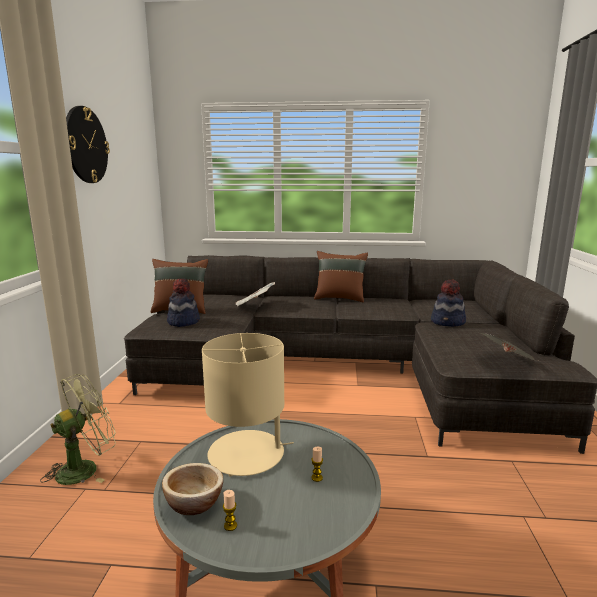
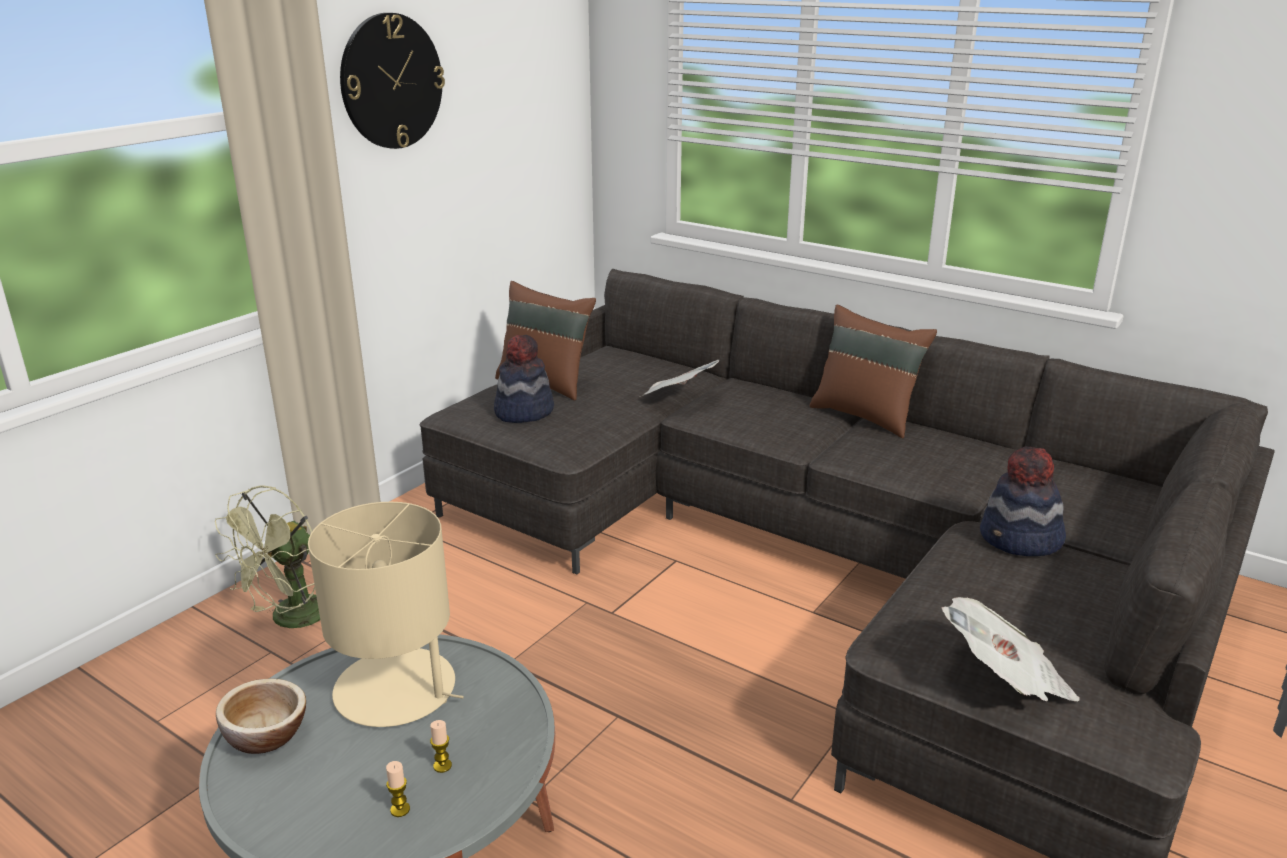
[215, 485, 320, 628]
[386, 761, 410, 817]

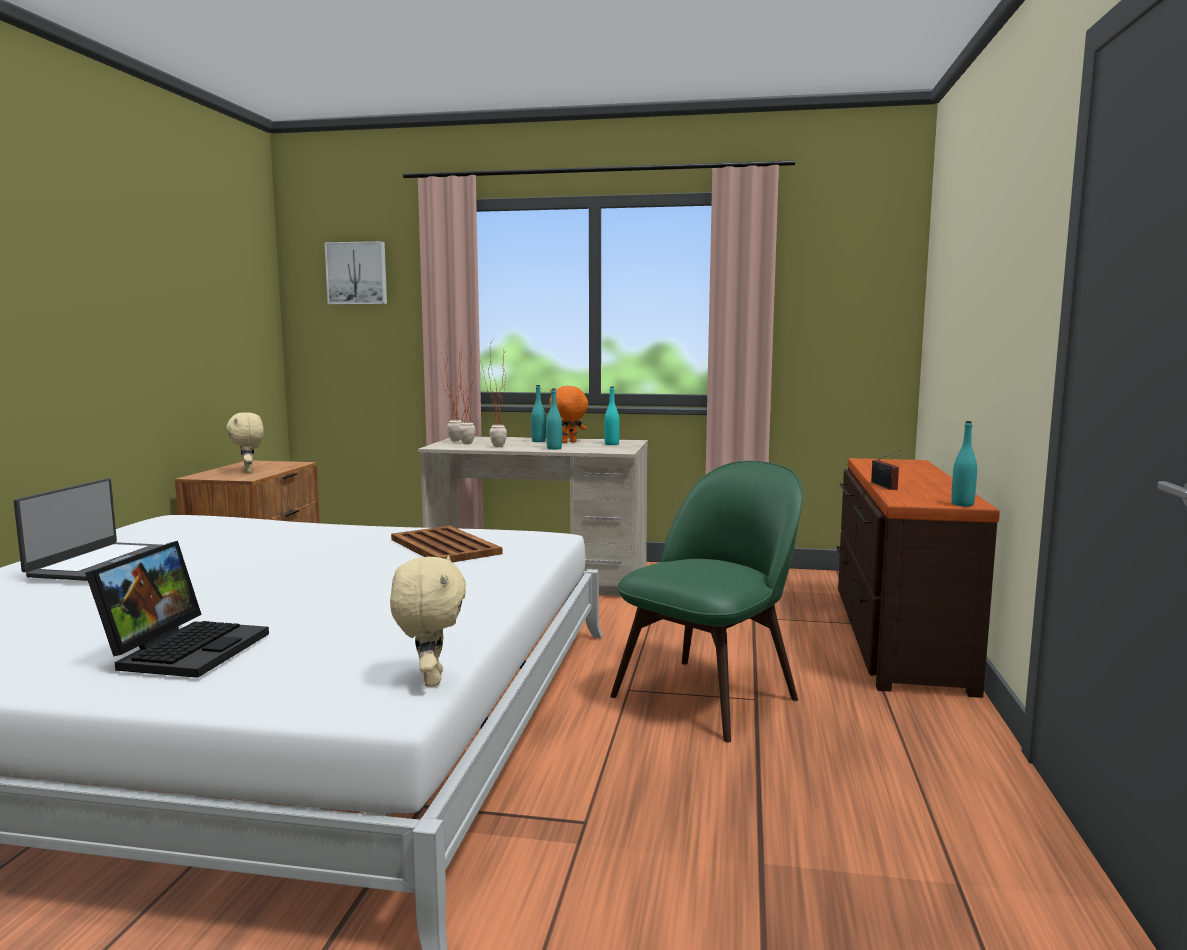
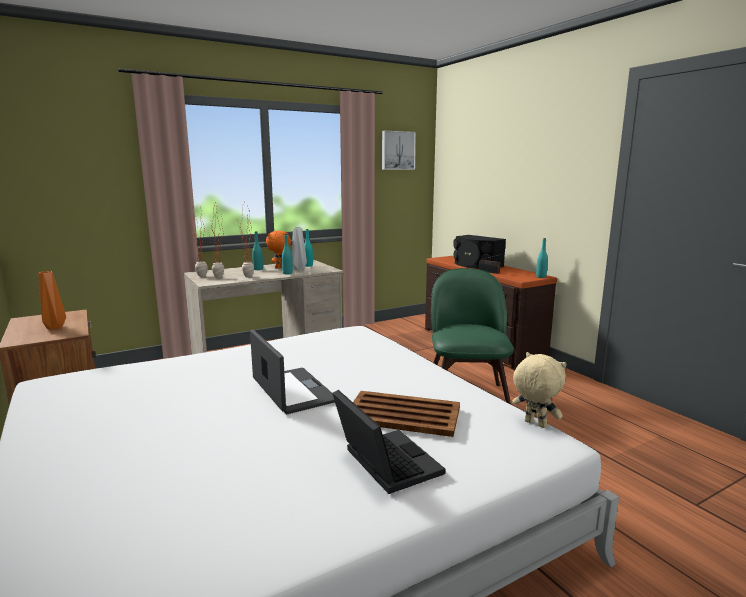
[38, 271, 66, 330]
[250, 329, 335, 414]
[292, 227, 307, 270]
[353, 391, 460, 437]
[382, 131, 416, 170]
[453, 235, 506, 269]

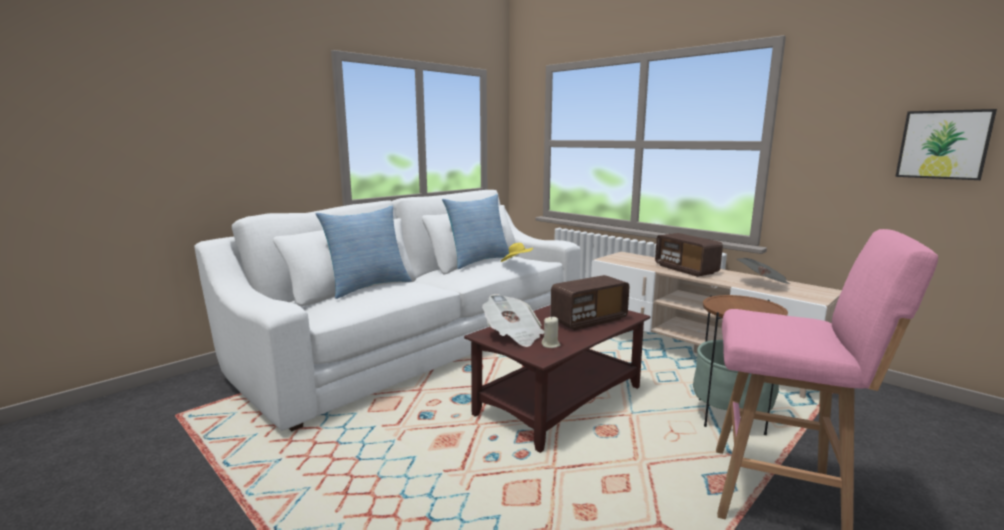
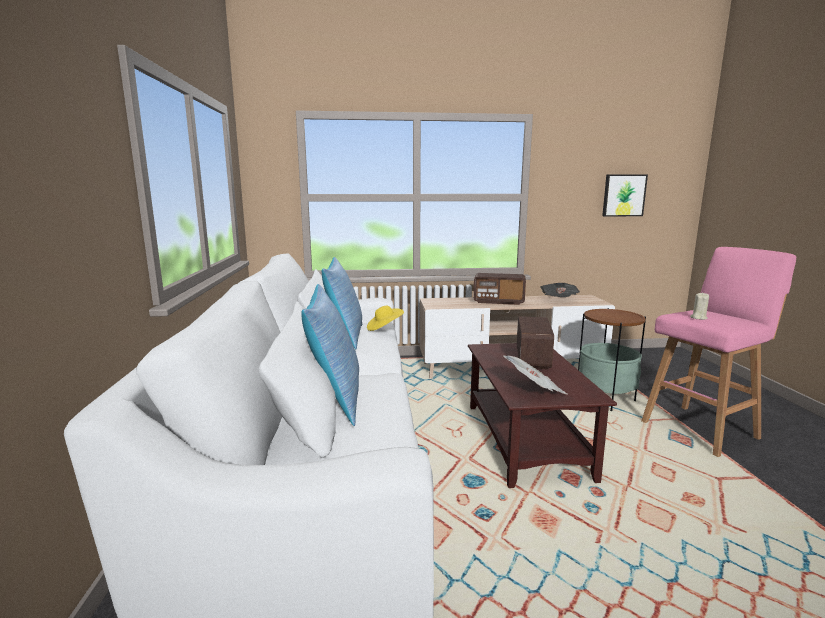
[690, 292, 709, 320]

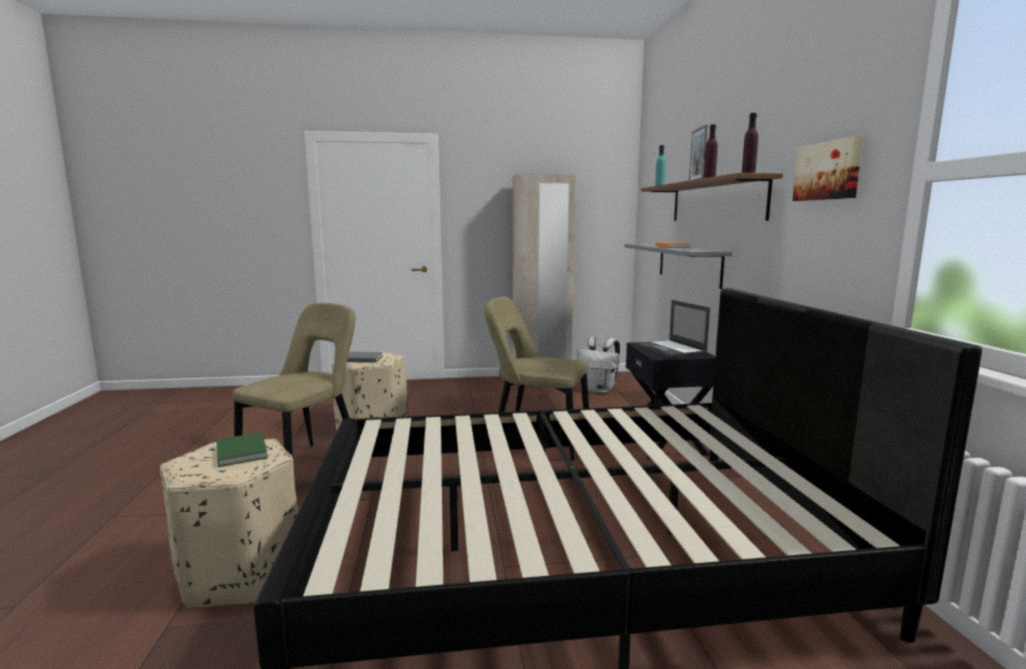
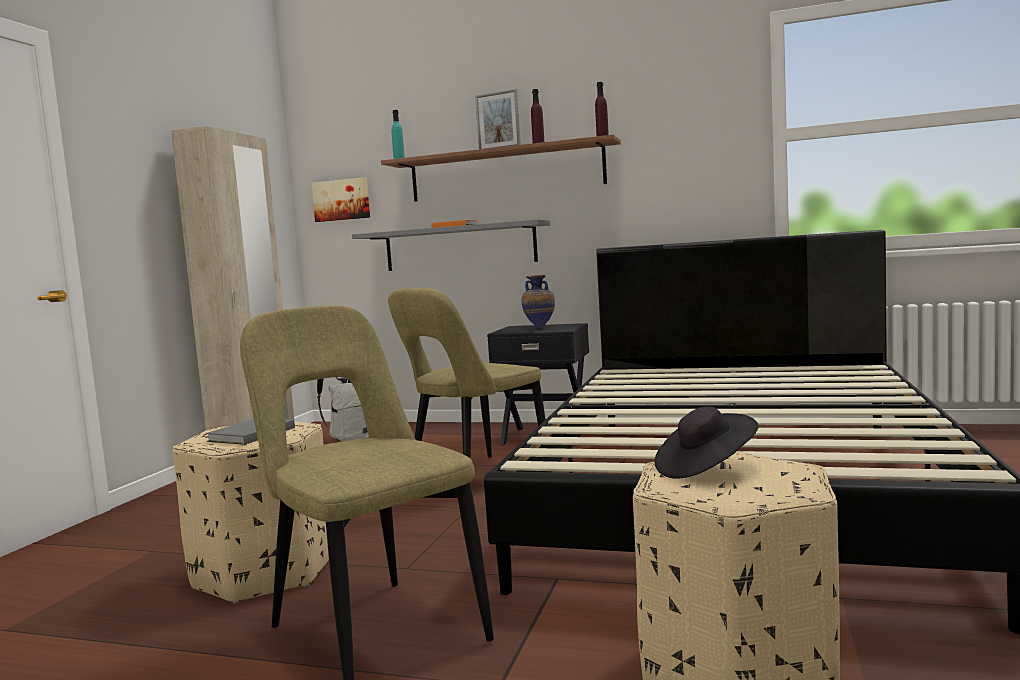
[311, 177, 370, 222]
[522, 275, 555, 329]
[655, 407, 759, 479]

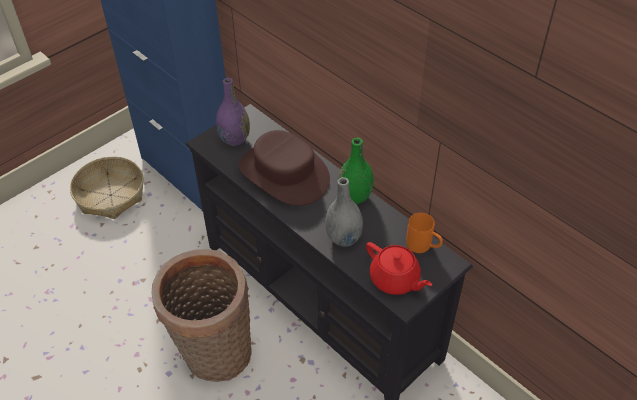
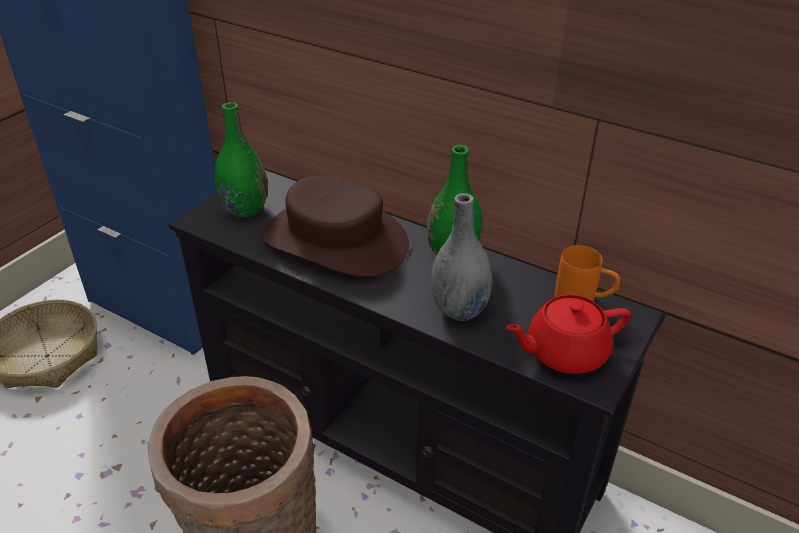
[215, 102, 268, 217]
[506, 295, 631, 374]

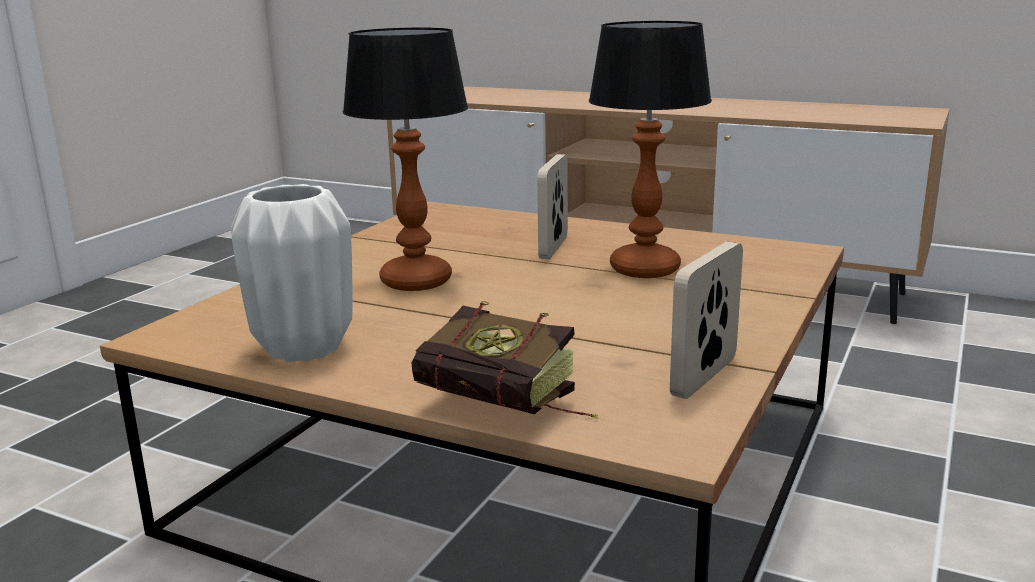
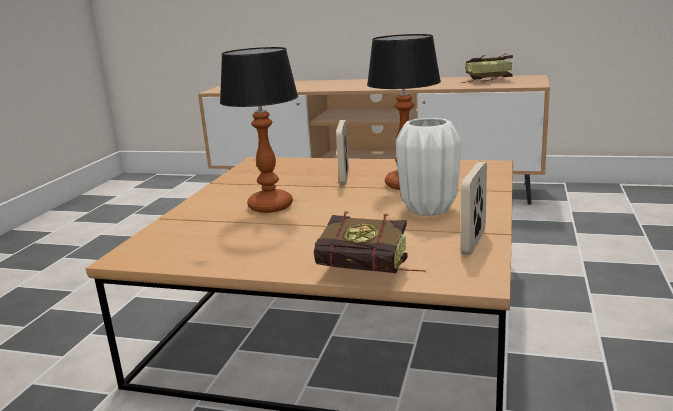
[396, 118, 461, 216]
[461, 53, 513, 83]

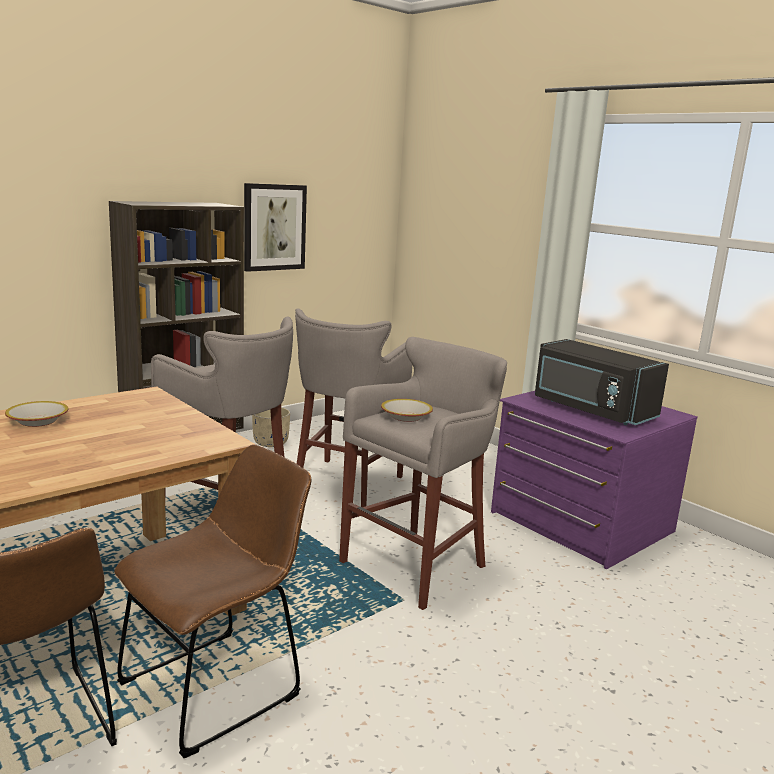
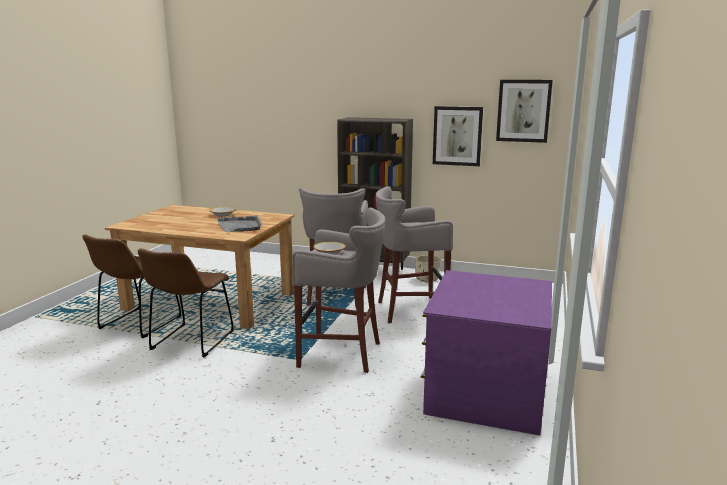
[138, 249, 234, 357]
[217, 215, 262, 232]
[496, 80, 553, 143]
[535, 339, 669, 425] (first image)

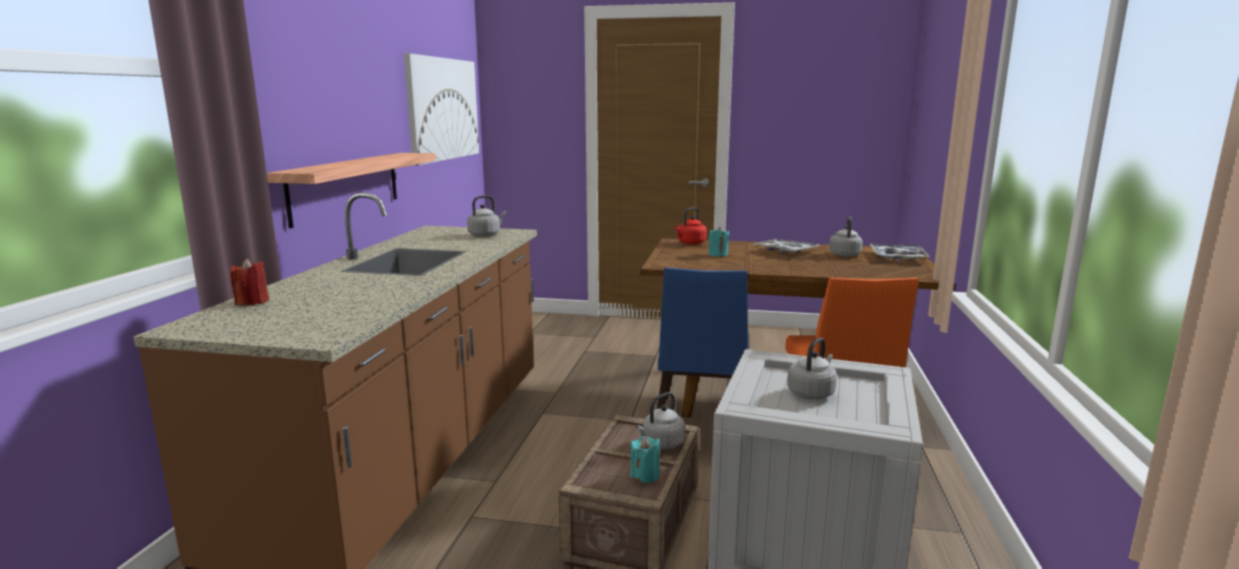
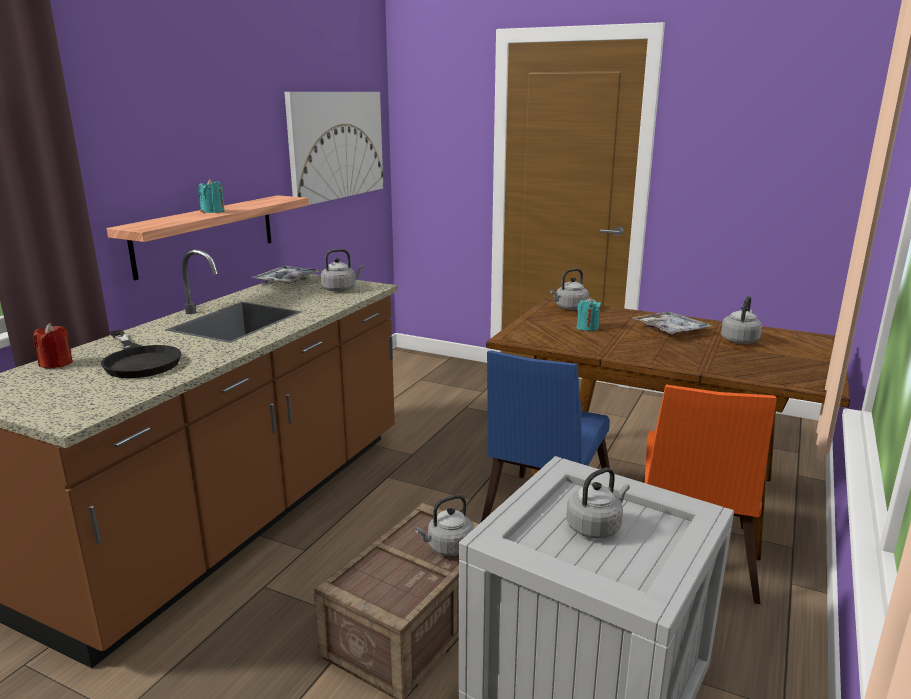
[101, 330, 182, 378]
[198, 179, 225, 213]
[251, 266, 321, 284]
[550, 268, 589, 310]

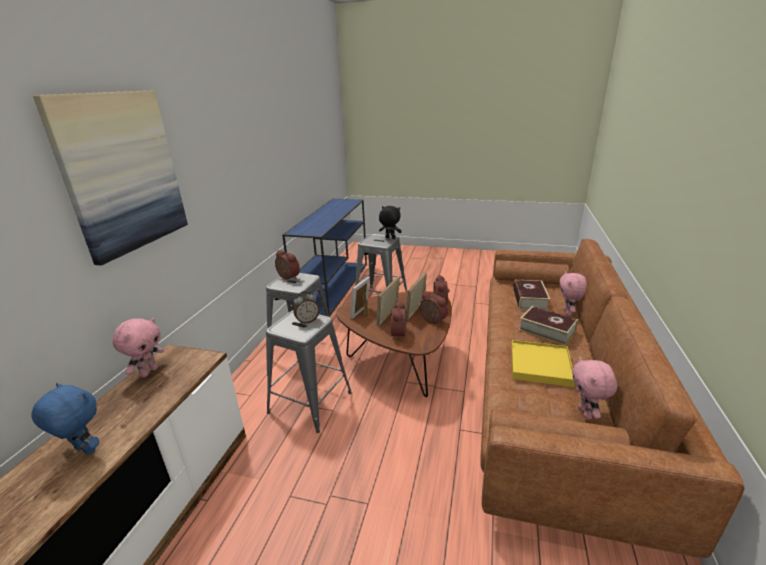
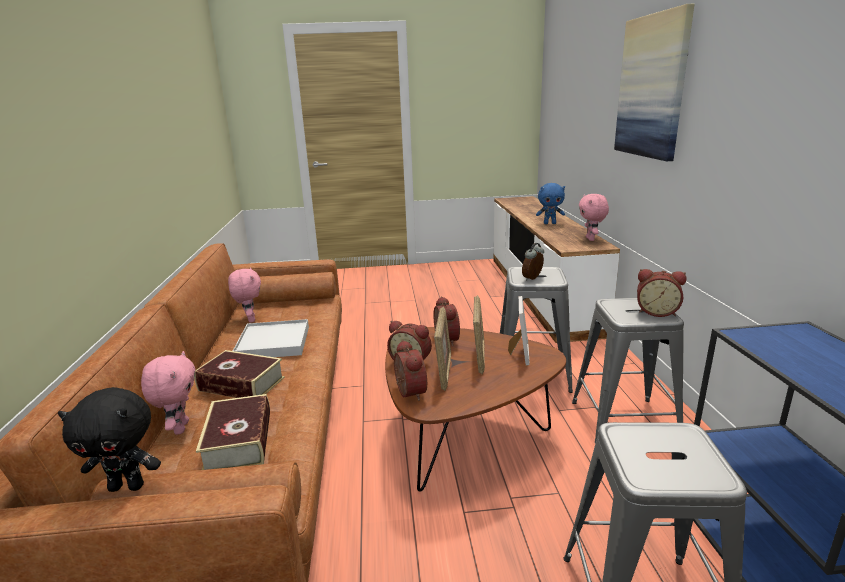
[58, 387, 161, 492]
[233, 319, 309, 357]

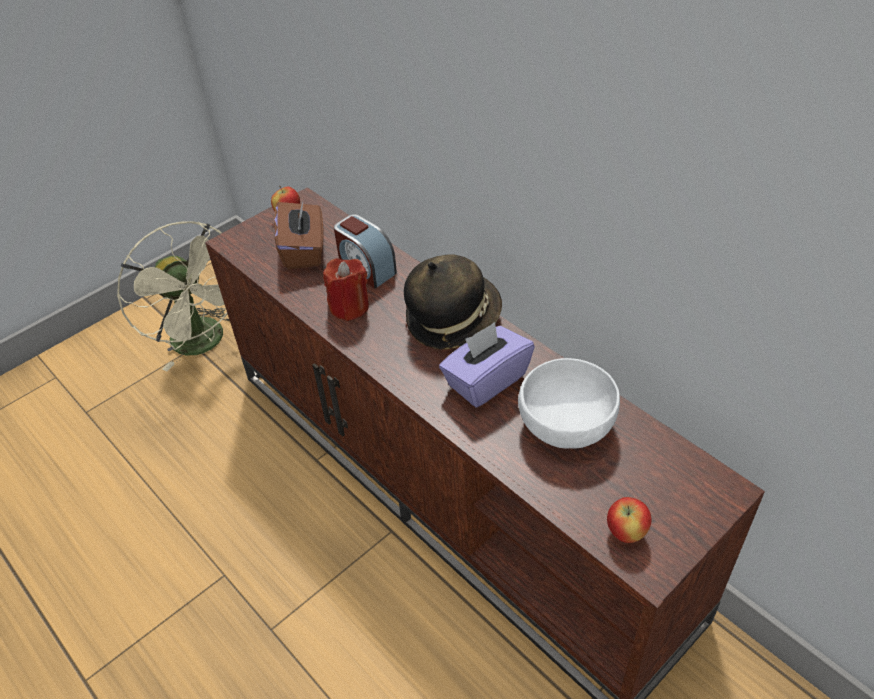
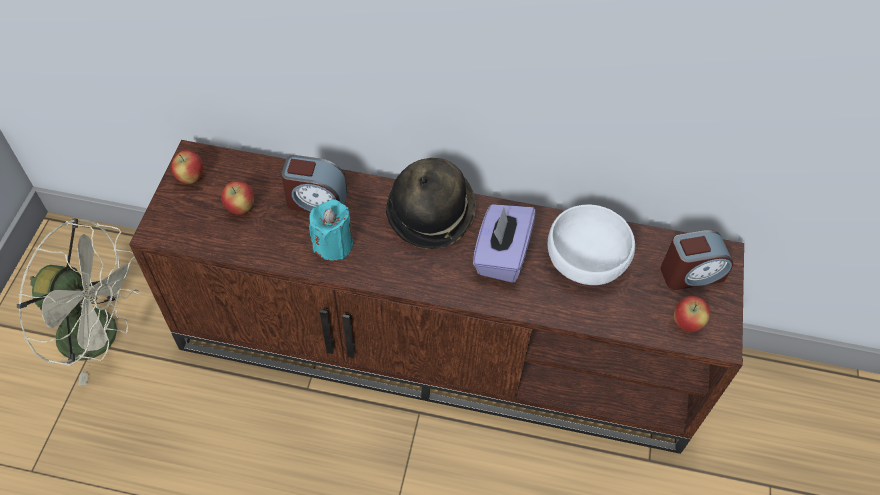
[221, 181, 254, 215]
[309, 199, 353, 261]
[661, 230, 733, 290]

